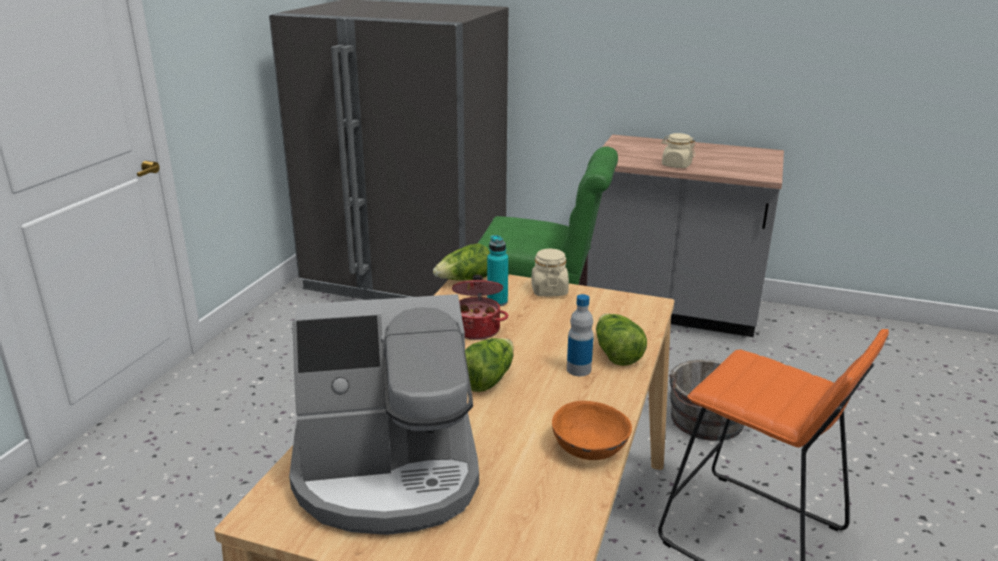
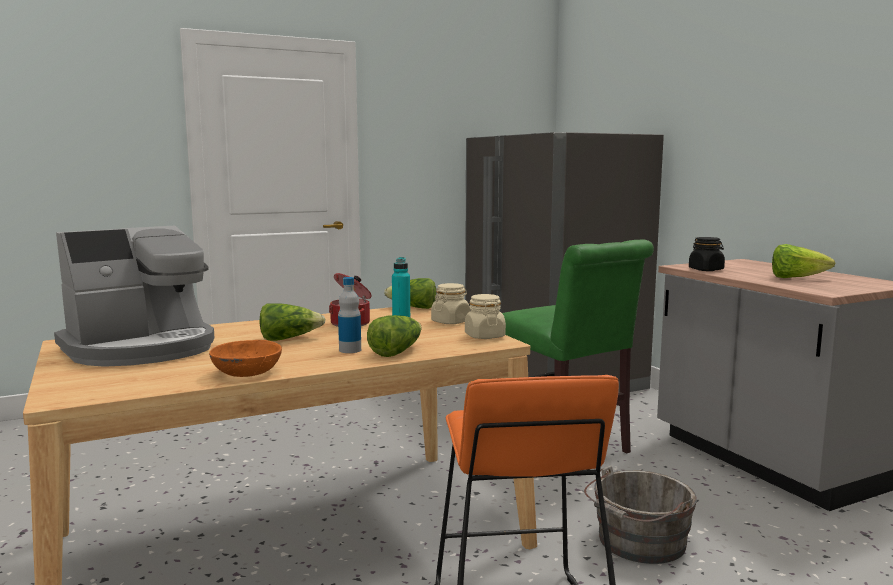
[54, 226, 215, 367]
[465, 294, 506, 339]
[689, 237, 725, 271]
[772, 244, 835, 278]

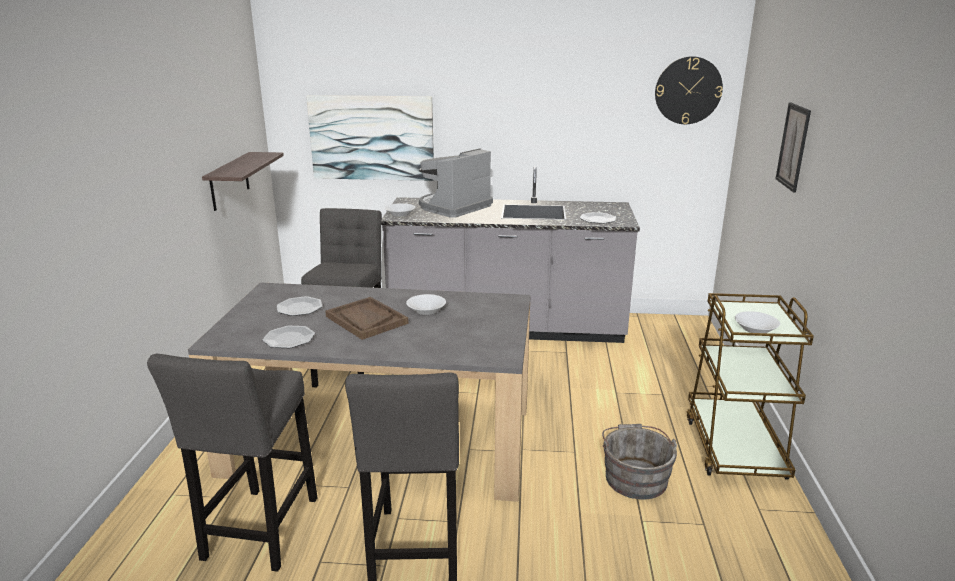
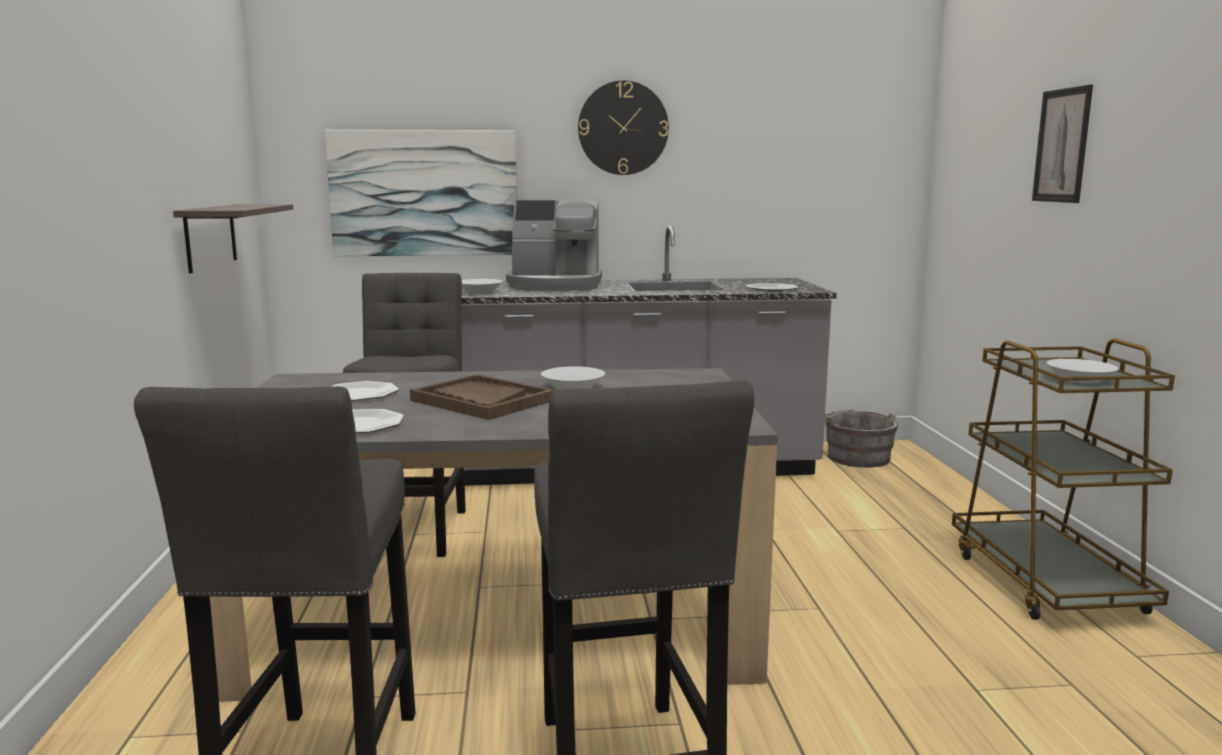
[506, 200, 602, 291]
[578, 80, 669, 175]
[825, 410, 898, 468]

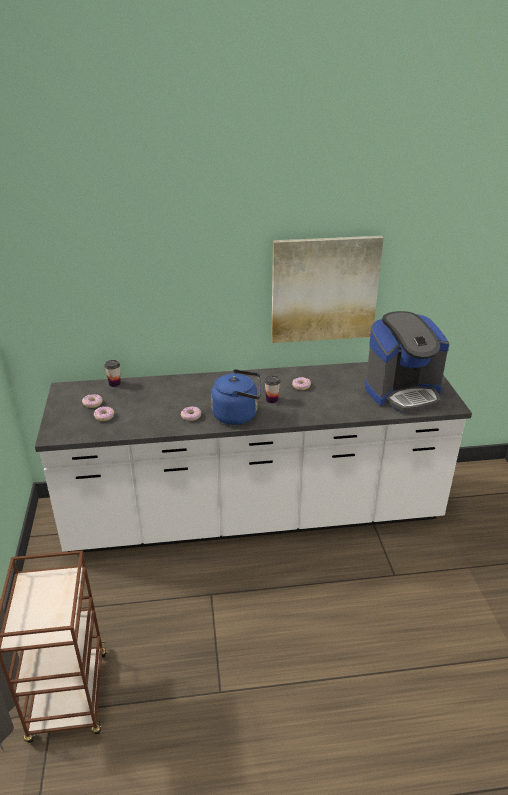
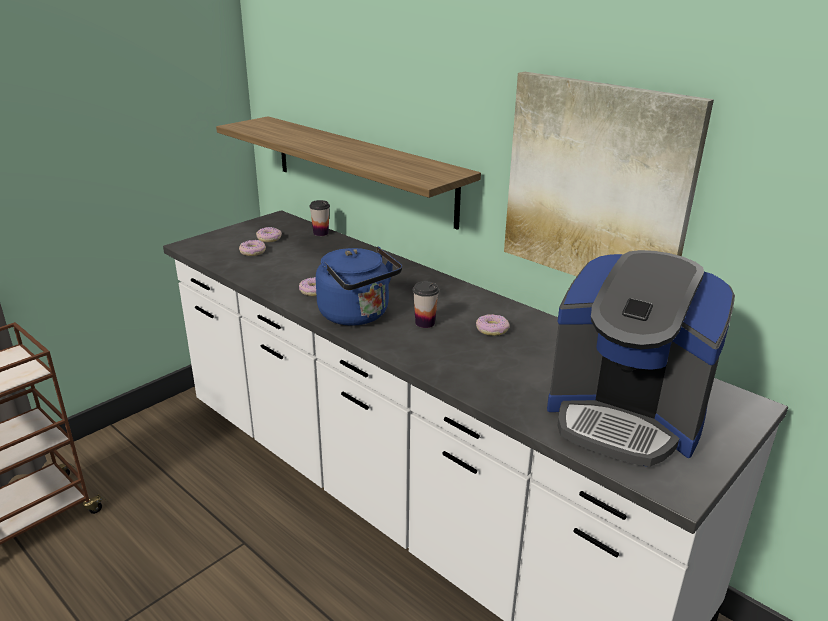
[216, 116, 481, 230]

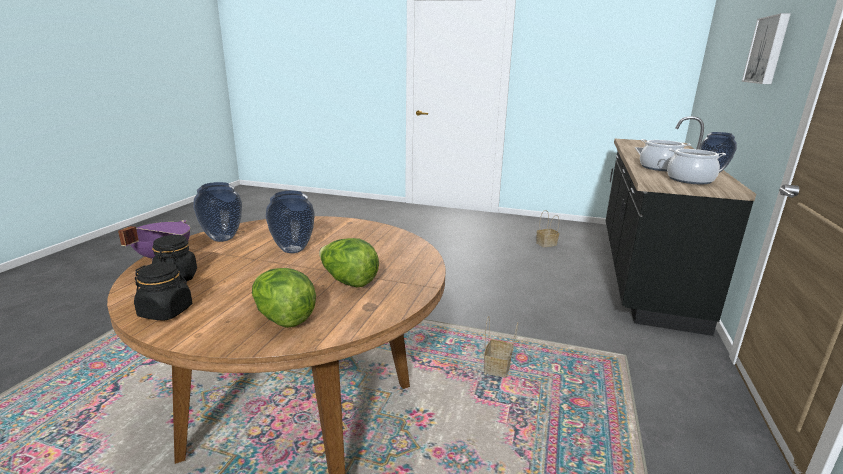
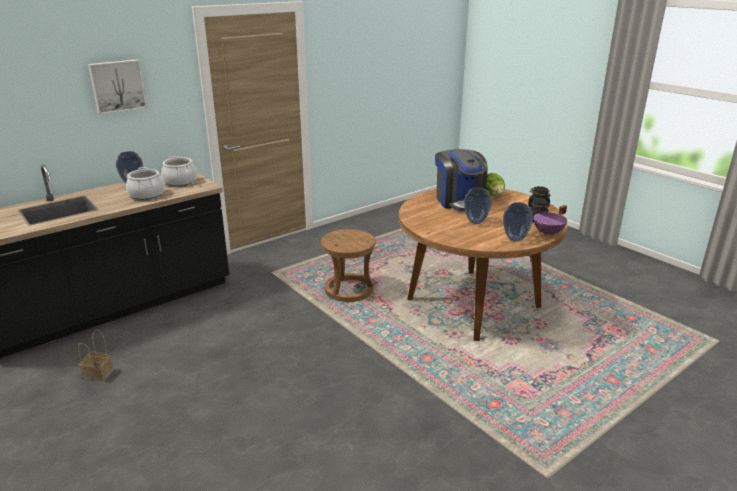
[321, 229, 376, 302]
[435, 149, 488, 212]

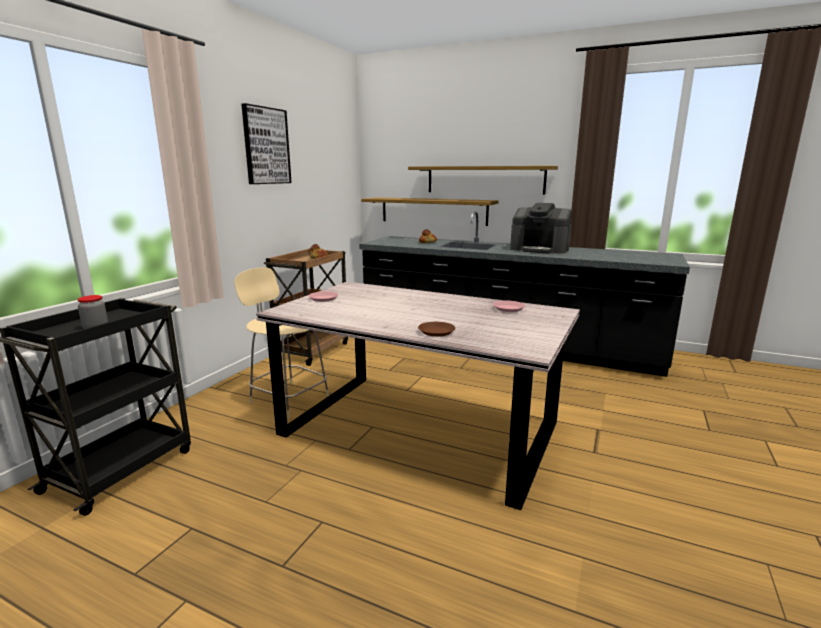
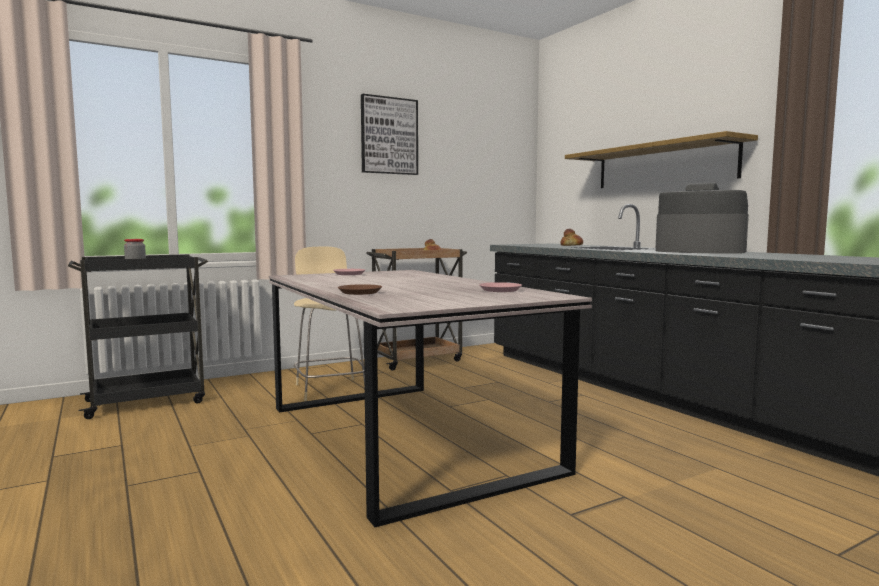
[655, 183, 749, 254]
[361, 197, 498, 226] (first image)

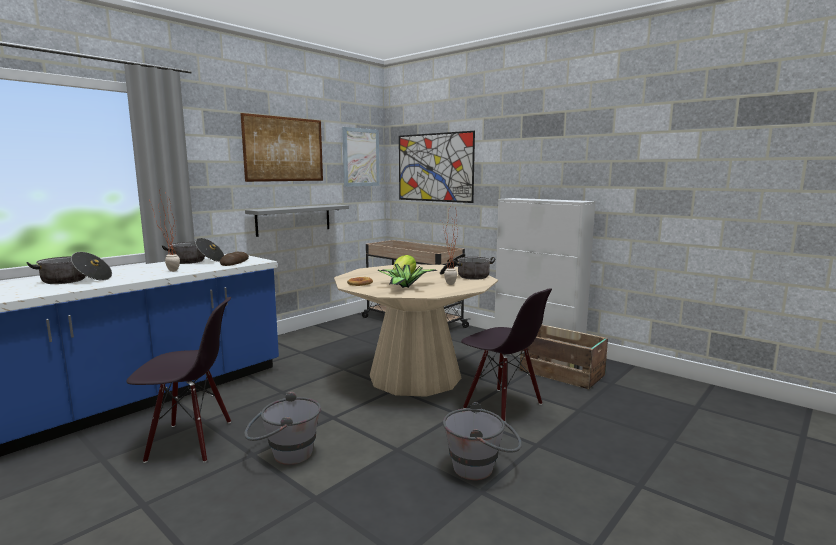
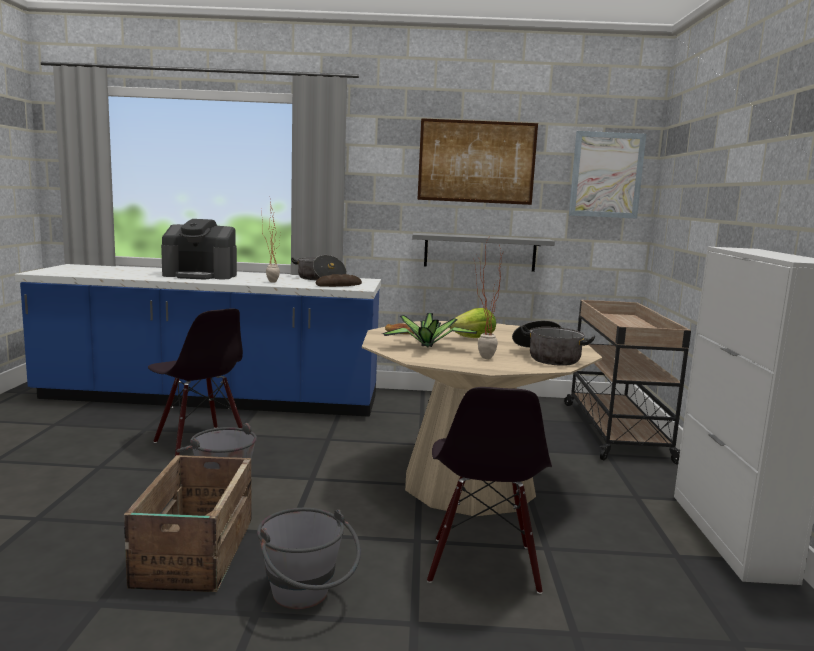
[124, 455, 252, 592]
[161, 219, 237, 279]
[399, 131, 475, 203] (first image)

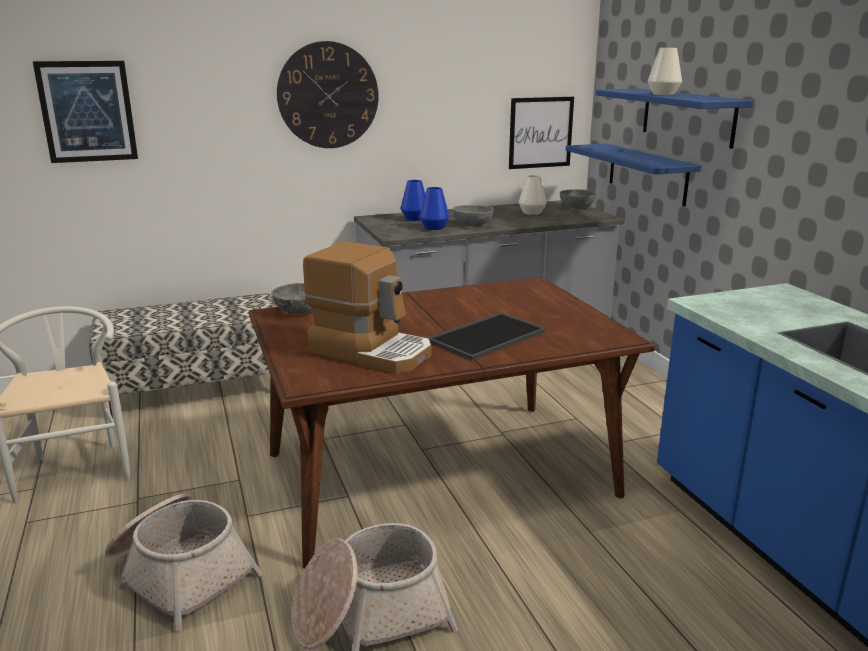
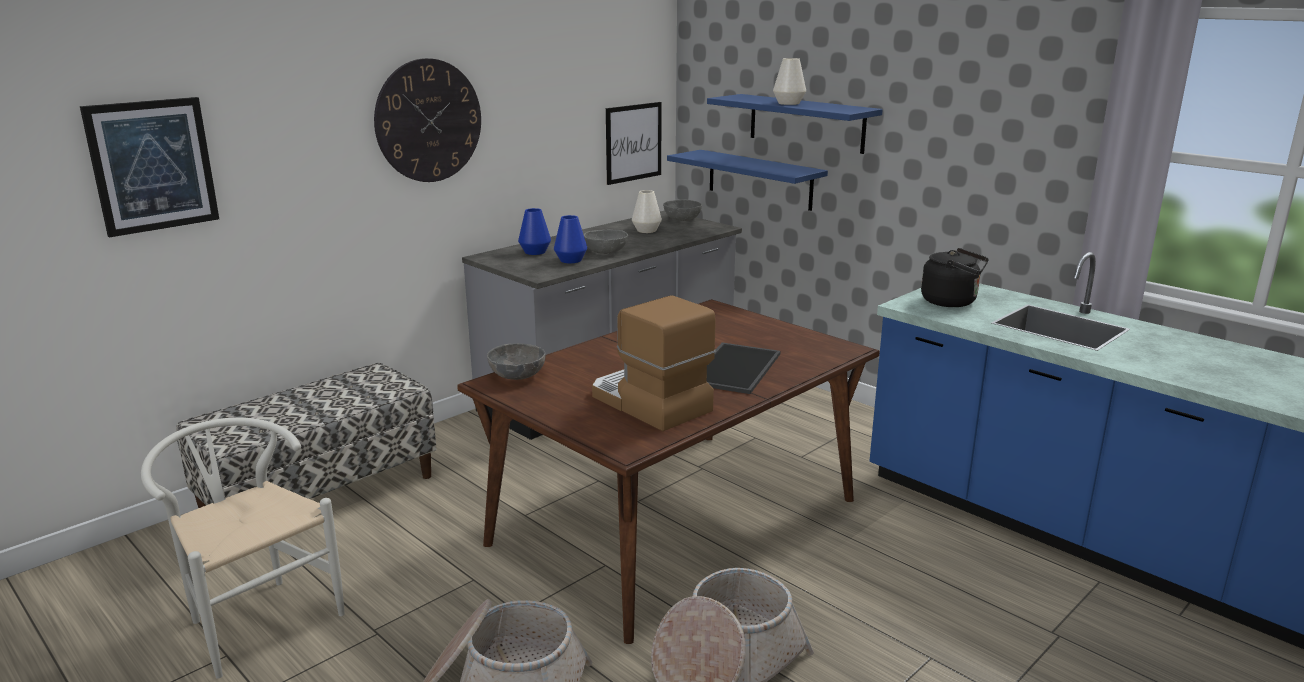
[592, 295, 716, 431]
[921, 248, 989, 307]

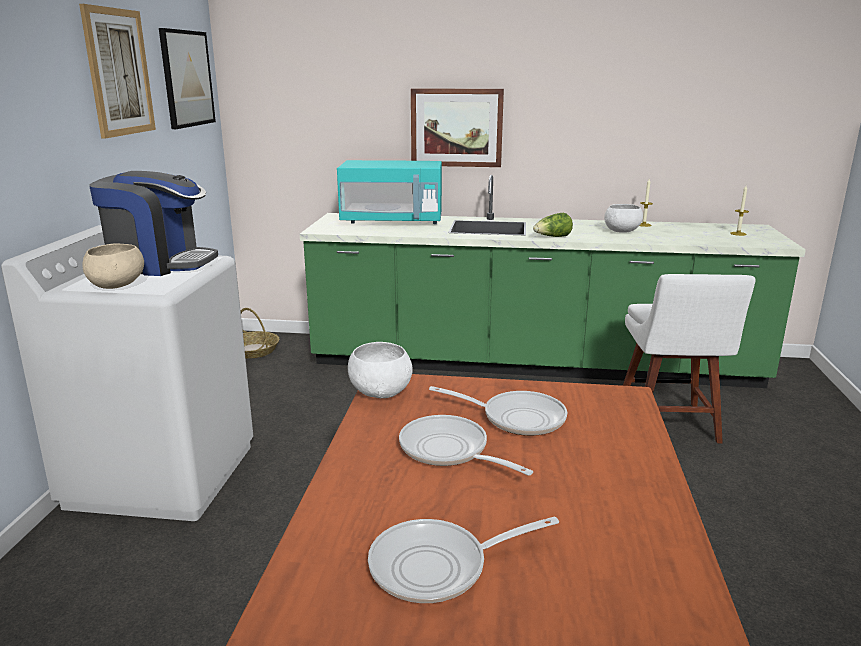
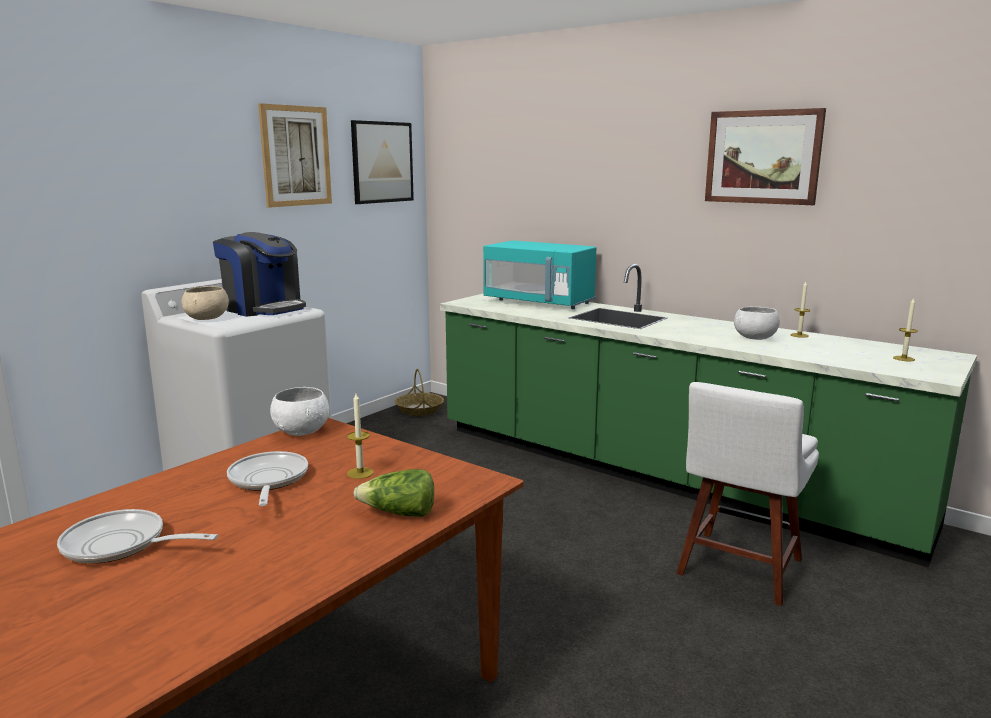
[347, 393, 374, 479]
[353, 469, 434, 517]
[705, 108, 826, 205]

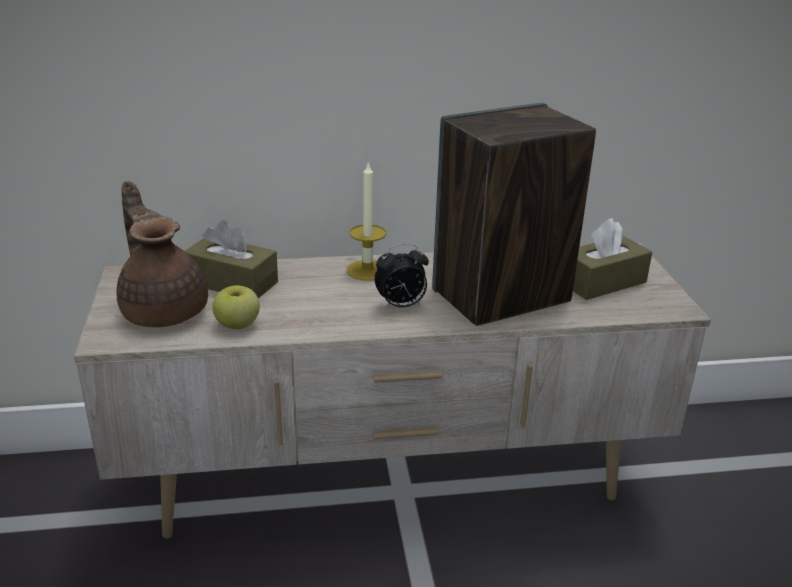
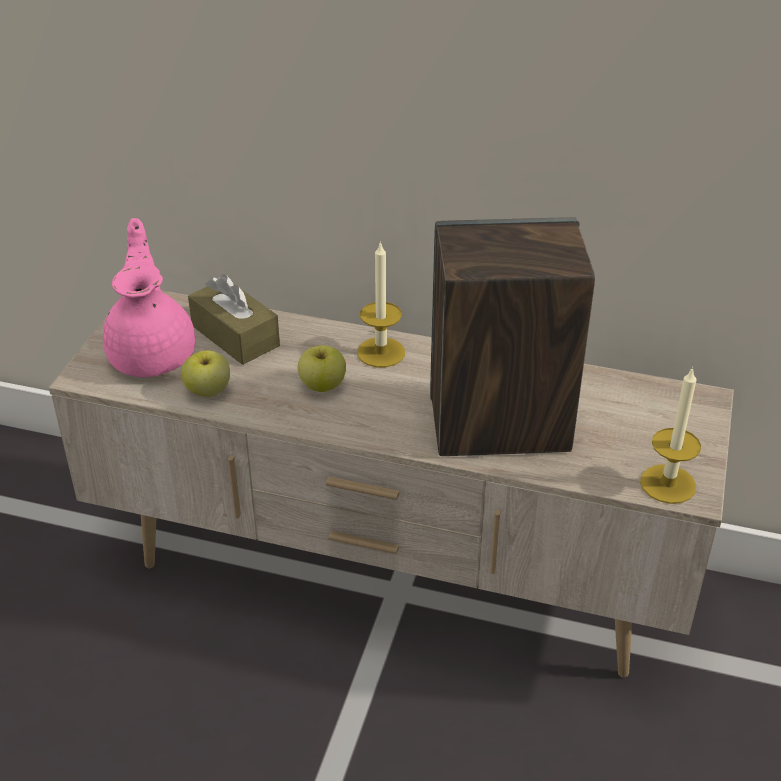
[103, 218, 195, 377]
[298, 345, 346, 392]
[640, 367, 701, 504]
[375, 244, 429, 309] (first image)
[573, 218, 652, 300] (first image)

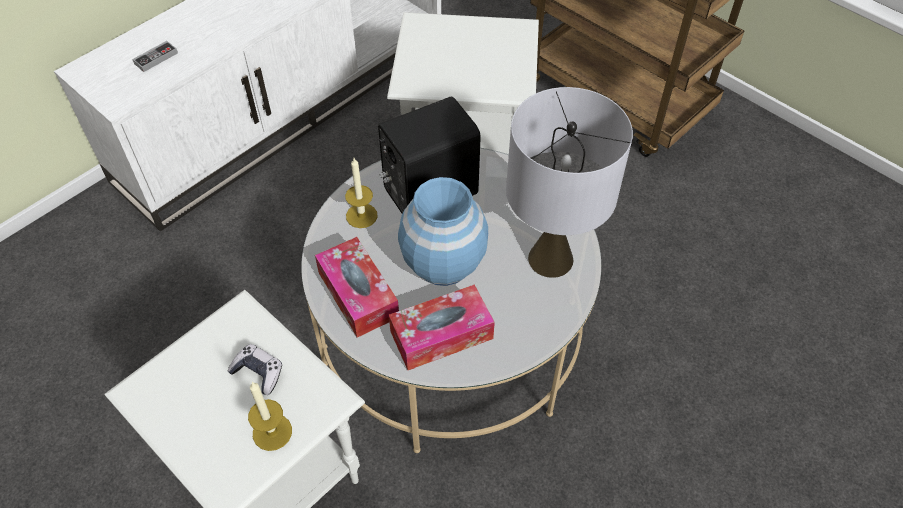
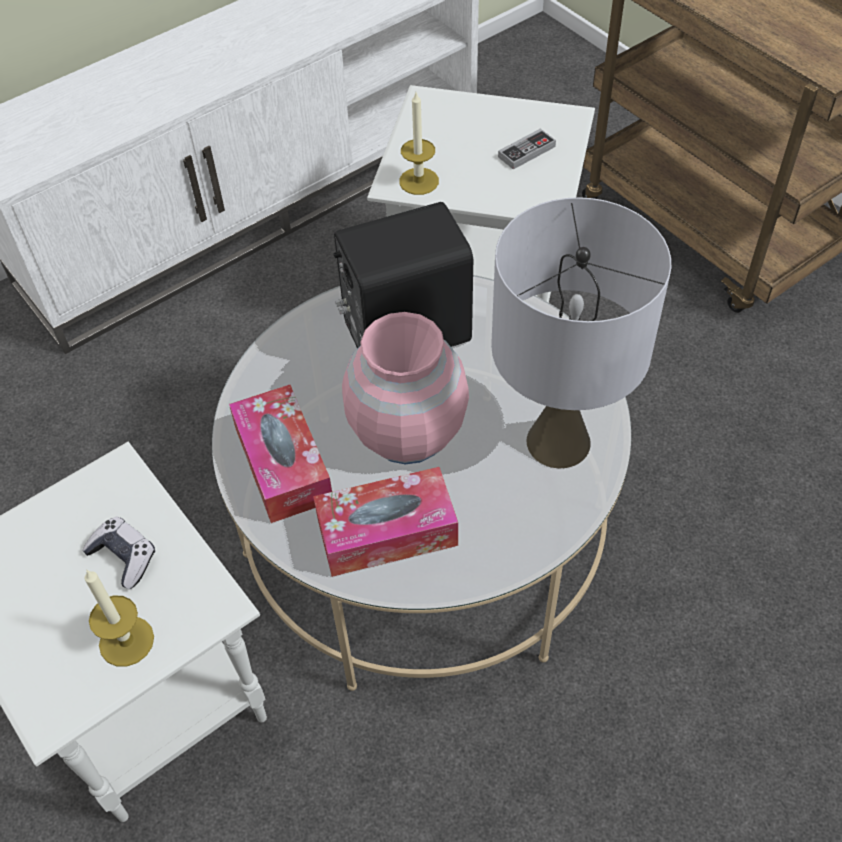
[342, 312, 469, 464]
[399, 92, 439, 195]
[498, 128, 556, 169]

